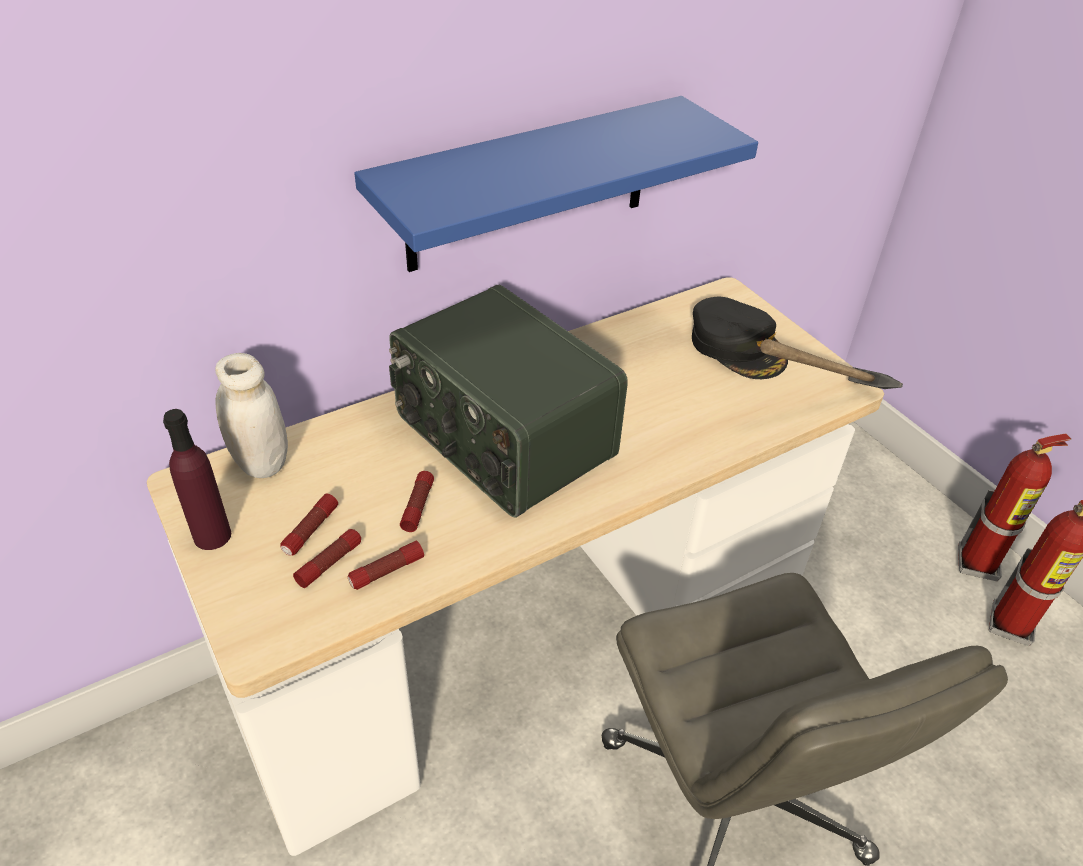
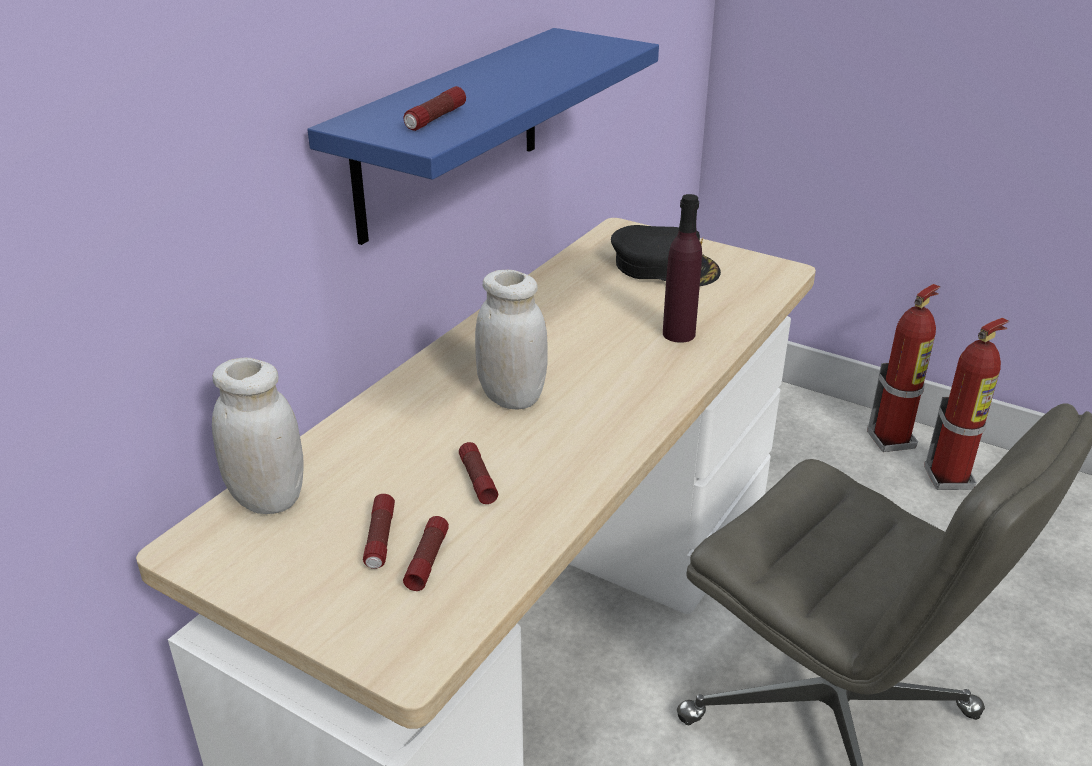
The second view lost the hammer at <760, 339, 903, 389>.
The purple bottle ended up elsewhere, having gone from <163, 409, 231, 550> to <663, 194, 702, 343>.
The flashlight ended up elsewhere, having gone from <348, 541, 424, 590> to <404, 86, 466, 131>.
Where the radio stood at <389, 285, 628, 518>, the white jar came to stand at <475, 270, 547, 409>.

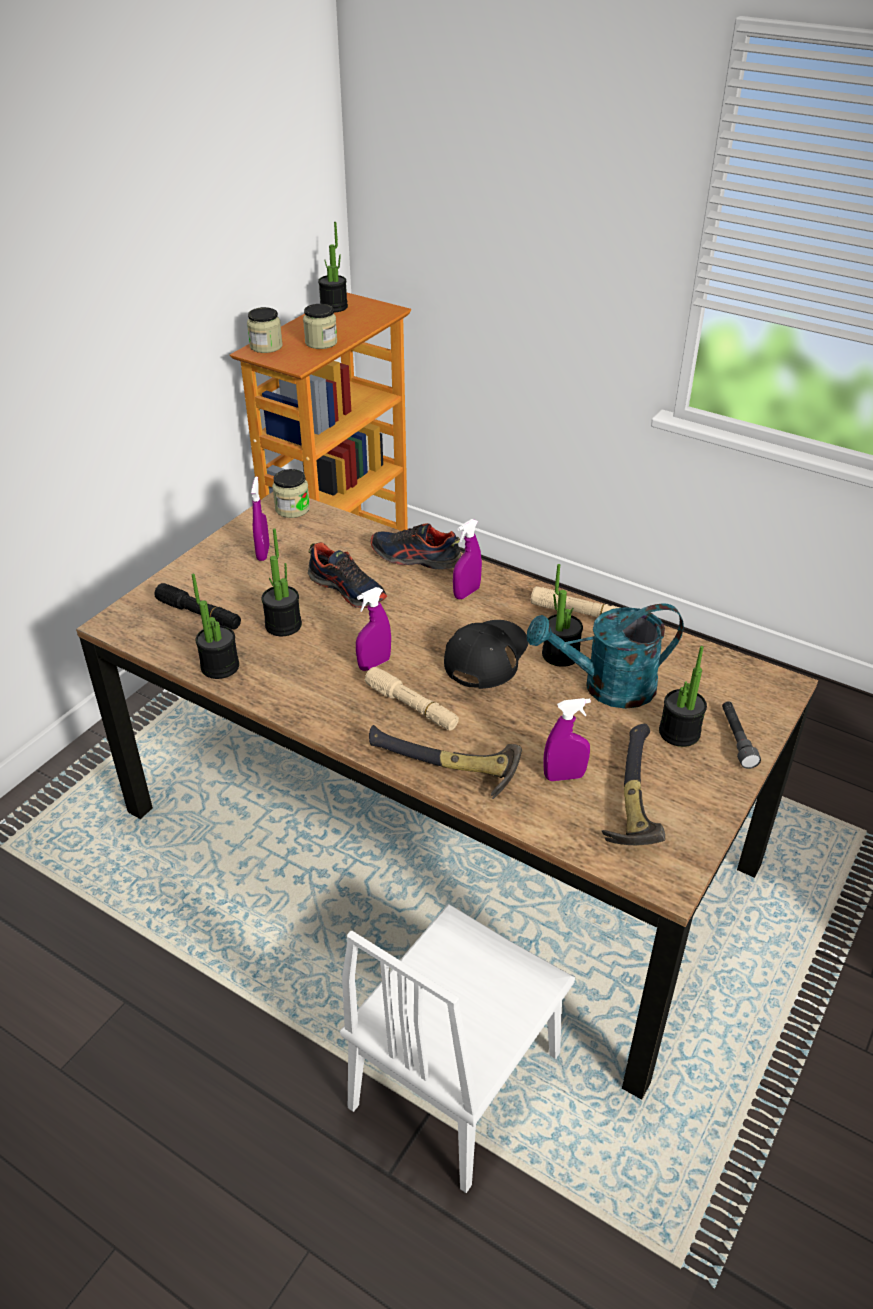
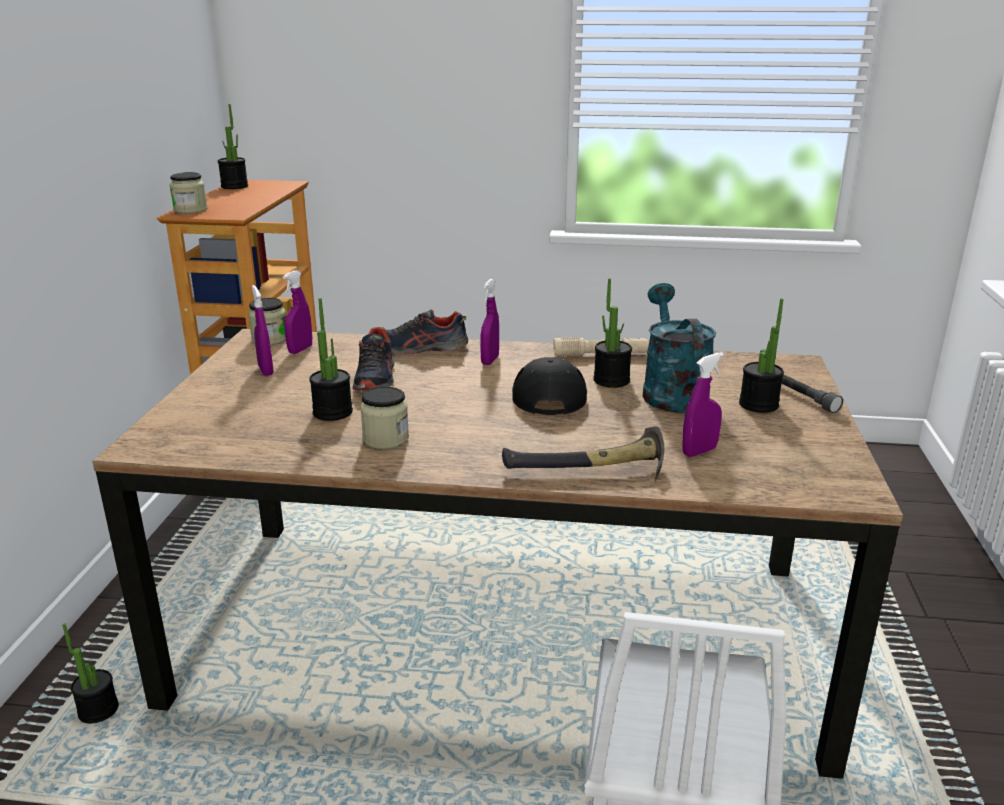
The second view lost the black flashlight at <154, 583, 241, 629>.
The second view lost the beige flashlight at <365, 667, 459, 730>.
The second view lost the hammer at <602, 724, 665, 845>.
The potted plant ended up elsewhere, having gone from <192, 574, 239, 679> to <62, 624, 119, 724>.
The jar ended up elsewhere, having gone from <303, 304, 337, 349> to <360, 386, 409, 449>.
The purple spray bottle ended up elsewhere, having gone from <356, 587, 391, 671> to <283, 270, 312, 354>.
The shoe at <308, 542, 387, 608> ended up facing another way, 75 degrees clockwise from before.
The turquoise watering can at <527, 603, 684, 709> ended up facing another way, 120 degrees clockwise from before.

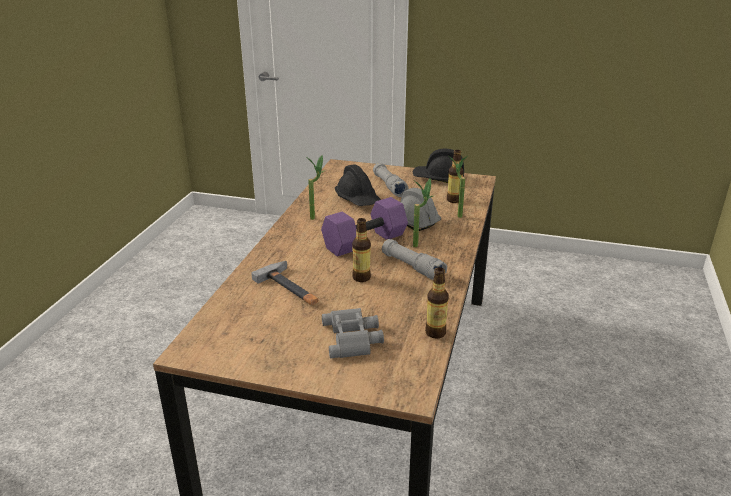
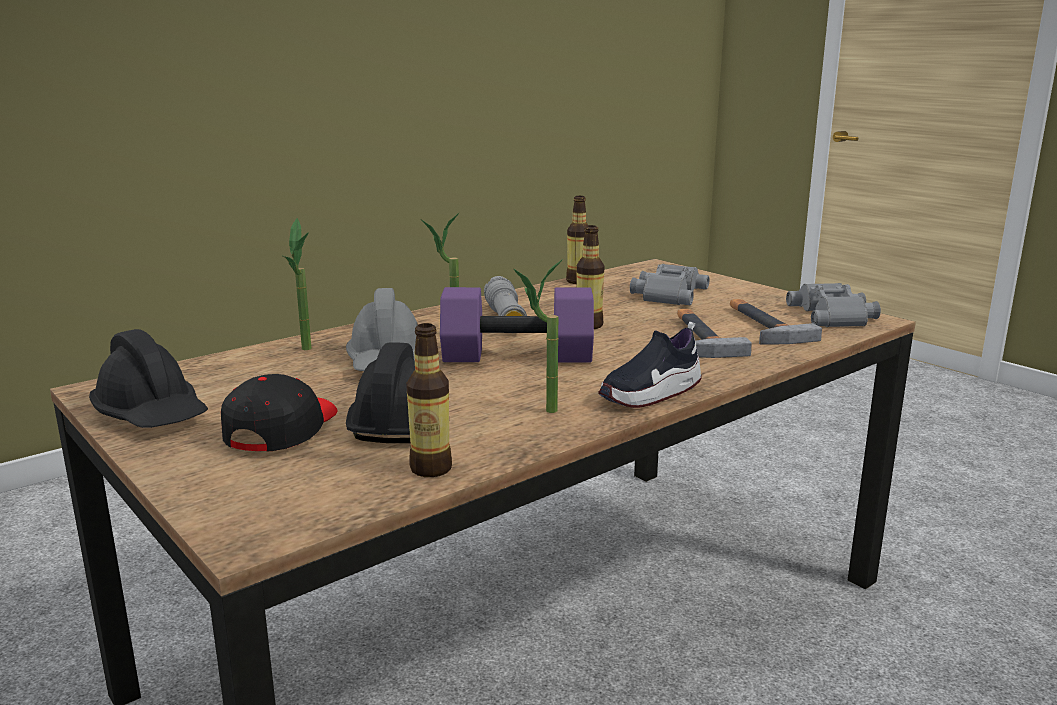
The second view gained the shoe at <598, 322, 702, 408>.
The second view gained the hammer at <730, 299, 822, 344>.
The second view gained the grey binoculars at <786, 283, 881, 327>.
The bottle ended up elsewhere, having gone from <447, 150, 463, 203> to <406, 323, 452, 477>.
Where the grey flashlight stood at <373, 163, 408, 197>, the black cap came to stand at <221, 374, 338, 452>.

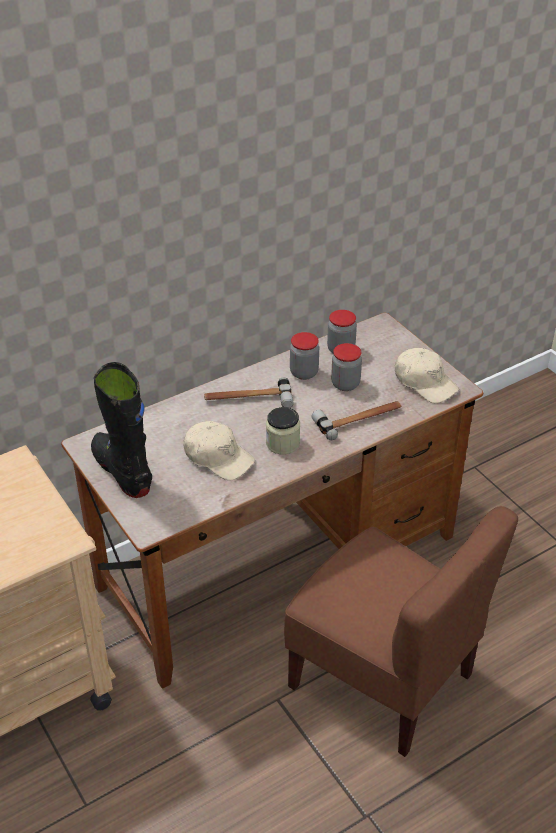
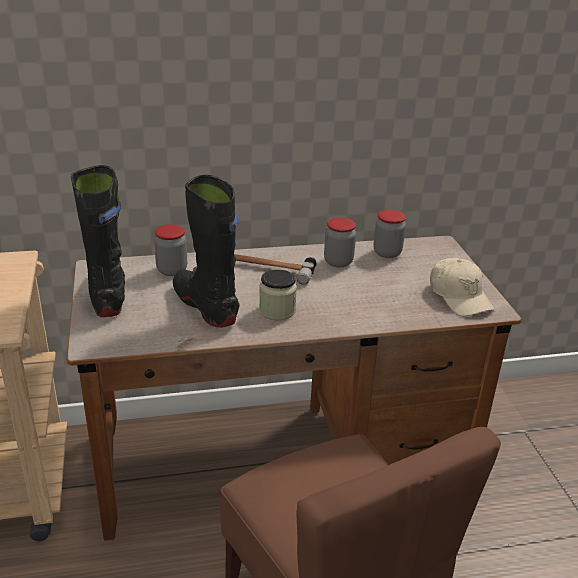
The second view lost the hammer at <312, 401, 402, 440>.
The jar ended up elsewhere, having gone from <331, 343, 362, 391> to <154, 224, 187, 276>.
Where the beige cap stood at <183, 421, 255, 480>, the black boot came to stand at <173, 175, 240, 328>.

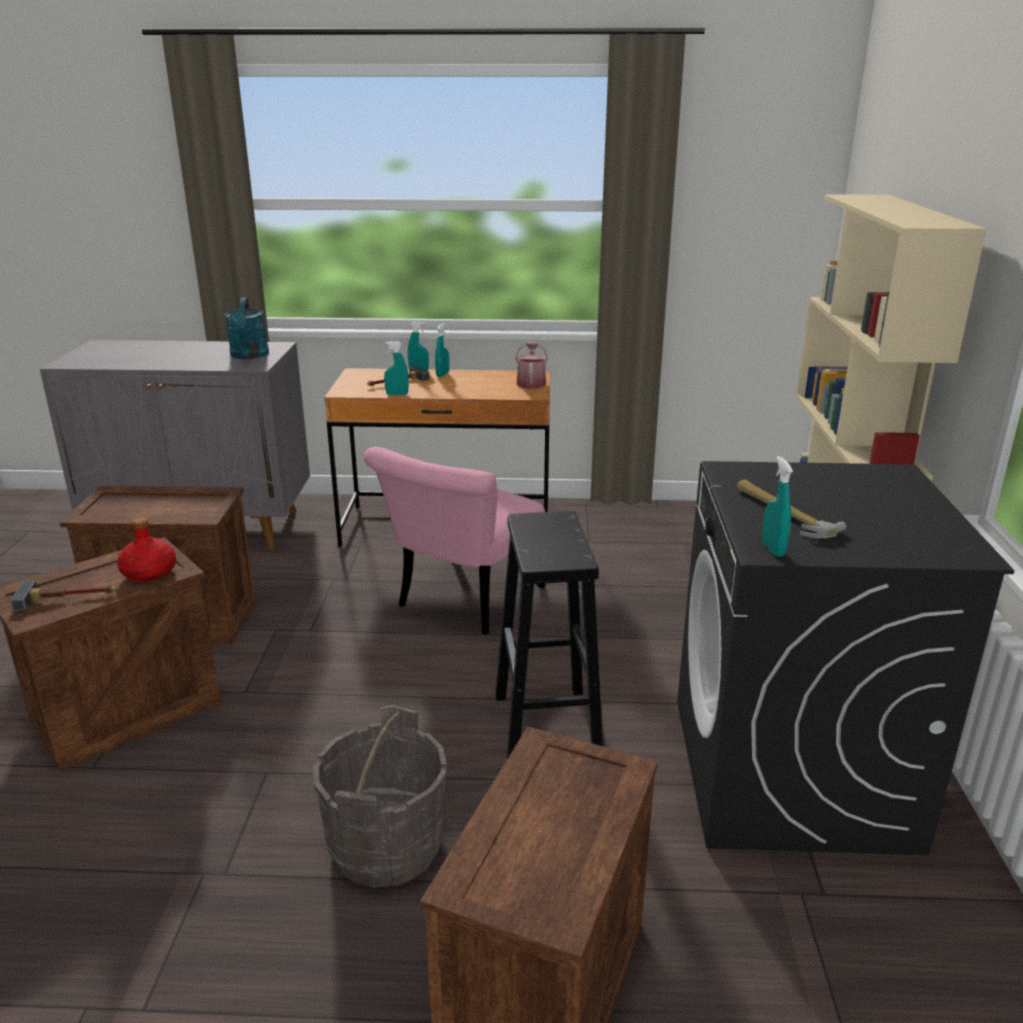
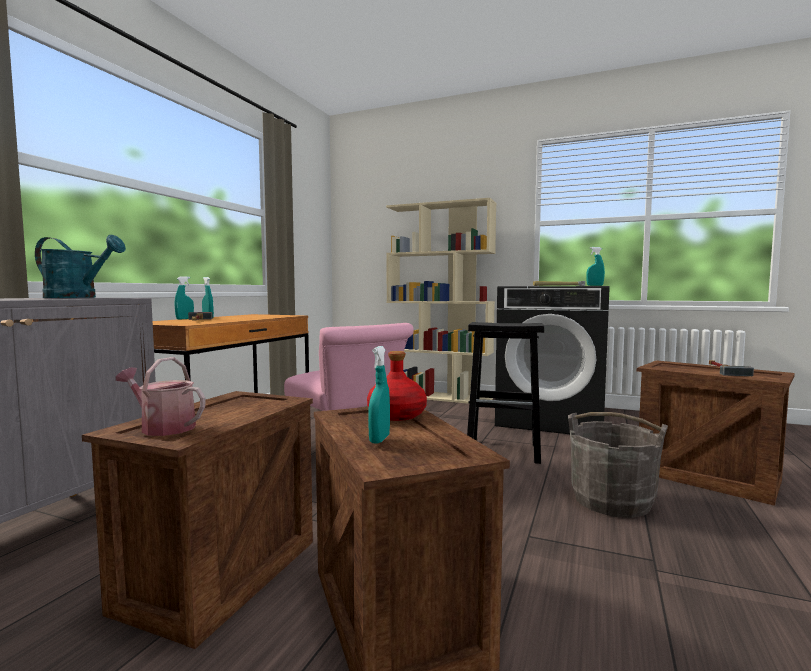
The hammer ended up elsewhere, having gone from <10, 580, 116, 611> to <709, 360, 754, 376>.
The turquoise spray bottle ended up elsewhere, having gone from <384, 341, 409, 395> to <368, 346, 390, 444>.
The watering can ended up elsewhere, having gone from <515, 342, 548, 389> to <116, 357, 205, 436>.

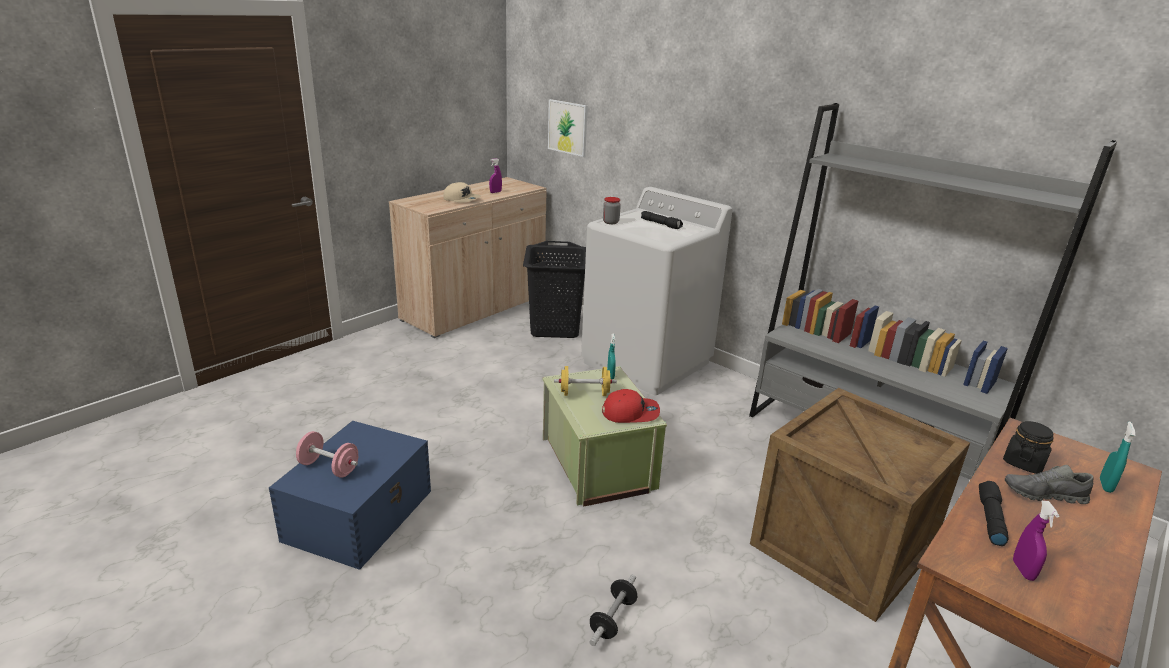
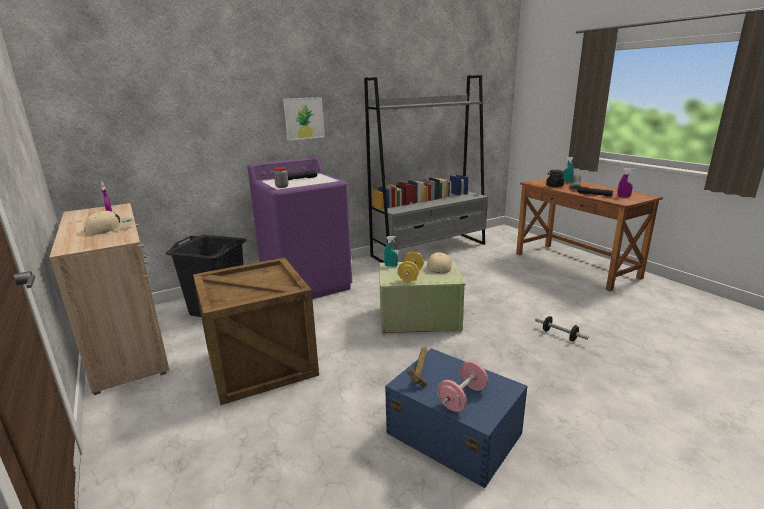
The second view gained the hammer at <407, 347, 427, 387>.
The picture ended up elsewhere, having gone from <548, 99, 588, 157> to <283, 97, 325, 141>.
The crate ended up elsewhere, having gone from <750, 388, 970, 622> to <193, 257, 319, 405>.
What was the white washing machine at <581, 187, 732, 395> turned into the purple washing machine at <247, 157, 352, 299>.
What was the red cap at <602, 389, 660, 423> turned into the beige cap at <427, 252, 453, 274>.

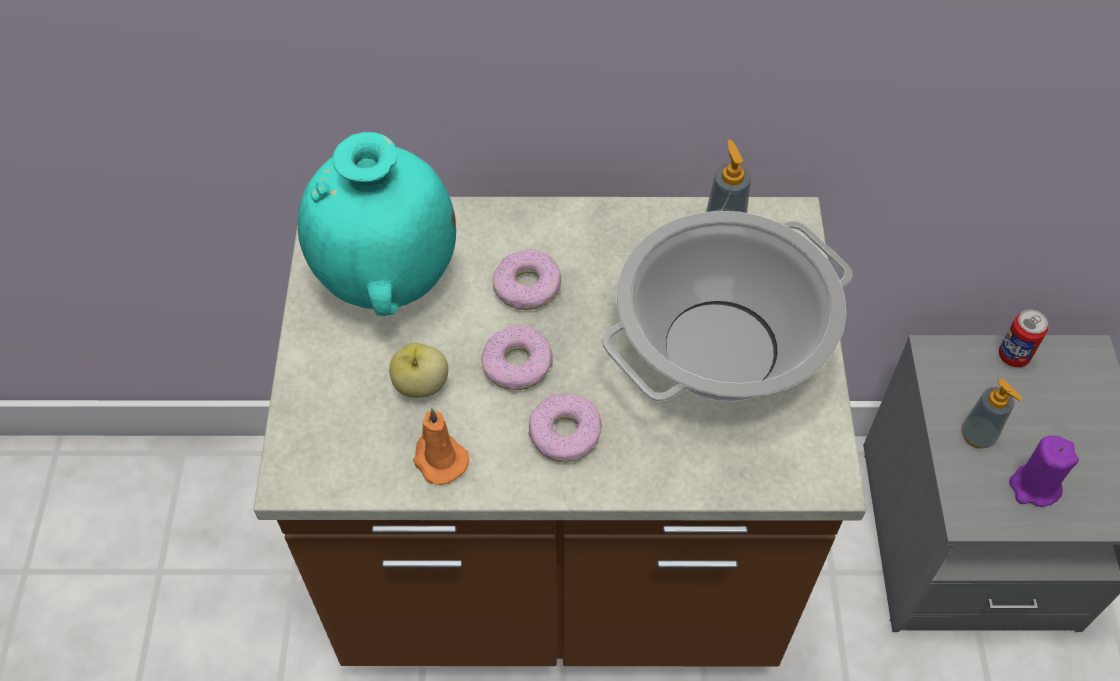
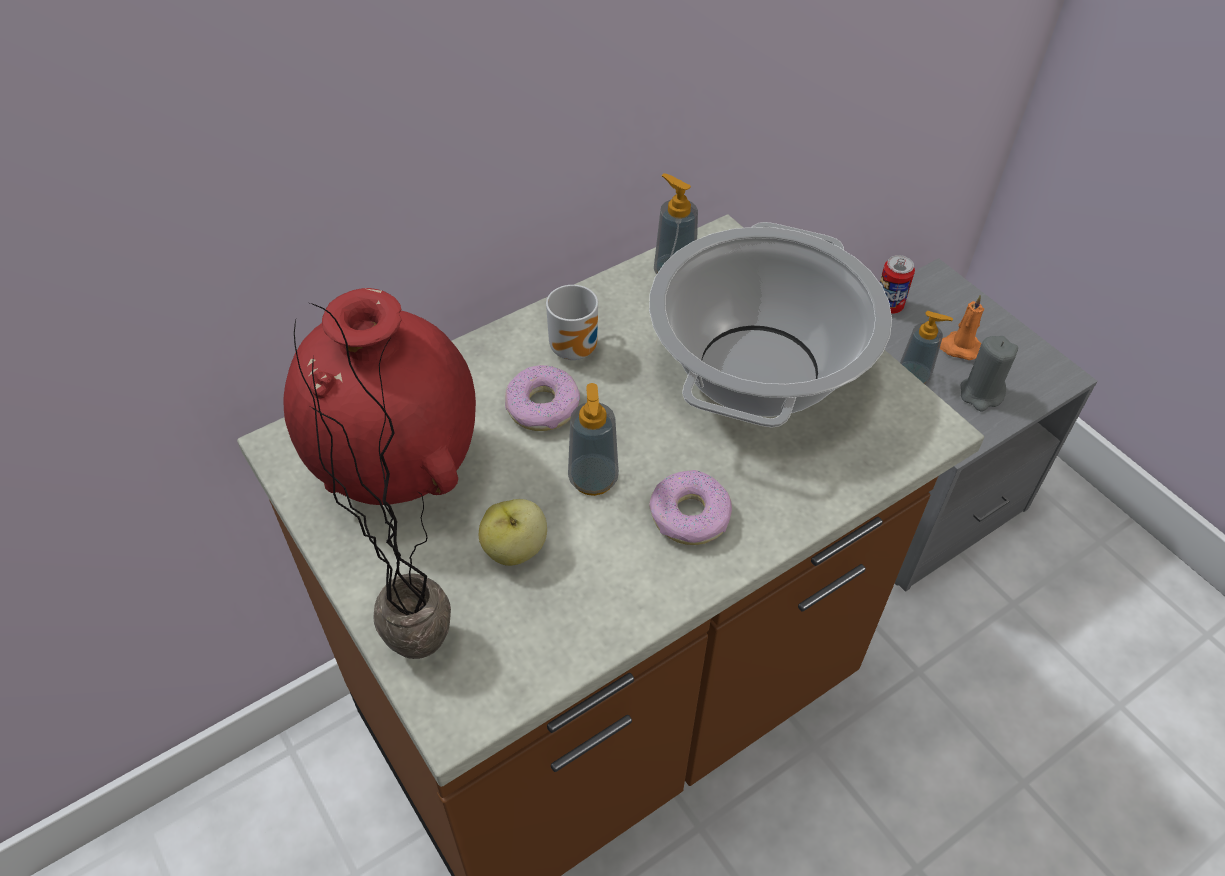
The second view gained the potted plant at <294, 302, 451, 659>.
The second view gained the mug at <546, 285, 598, 360>.
The orange candle ended up elsewhere, having gone from <413, 409, 469, 485> to <940, 295, 984, 360>.
Where the donut stood at <481, 325, 553, 390>, the soap dispenser came to stand at <568, 383, 619, 496>.
What was the turquoise vase at <298, 132, 456, 316> turned into the red vase at <284, 288, 476, 505>.
What was the purple candle at <1009, 435, 1079, 507> turned into the grey candle at <961, 336, 1018, 411>.

